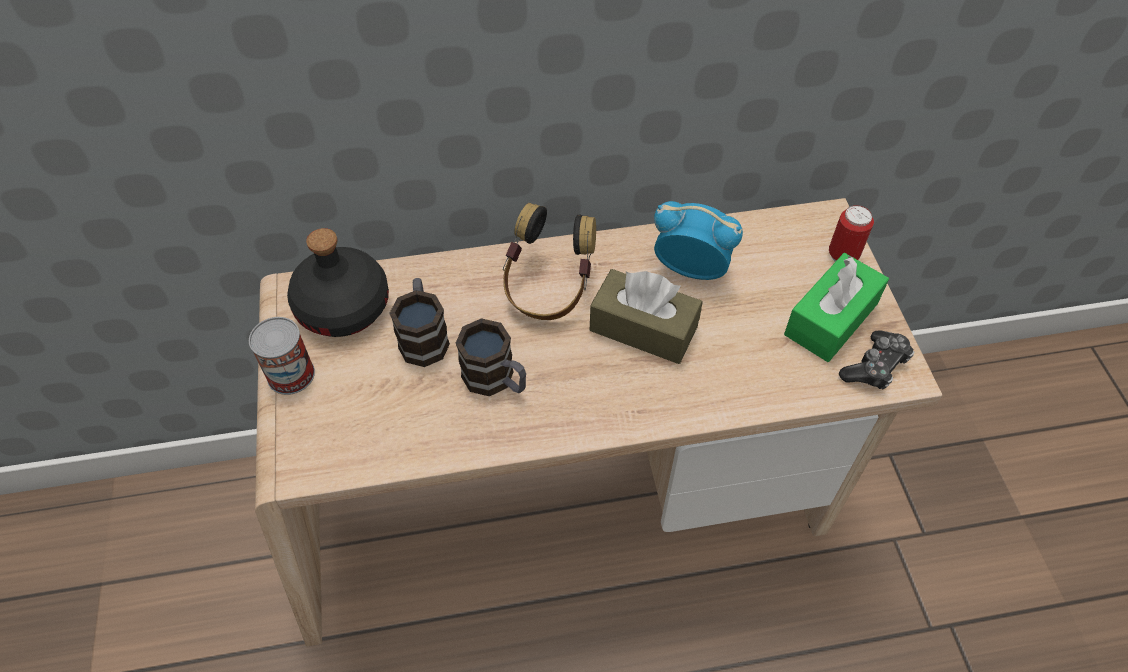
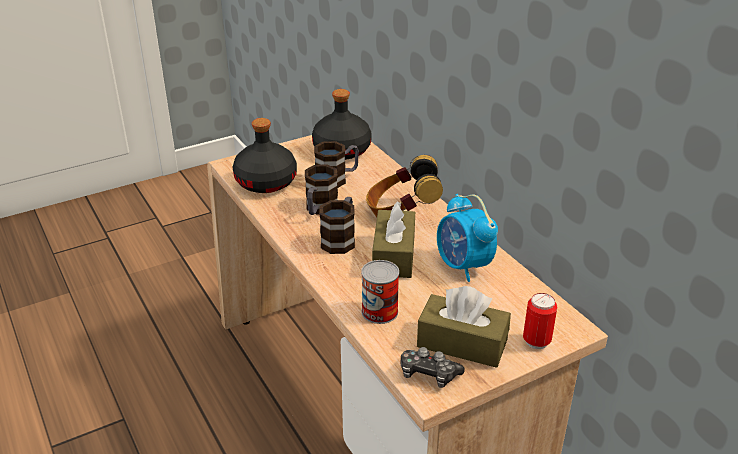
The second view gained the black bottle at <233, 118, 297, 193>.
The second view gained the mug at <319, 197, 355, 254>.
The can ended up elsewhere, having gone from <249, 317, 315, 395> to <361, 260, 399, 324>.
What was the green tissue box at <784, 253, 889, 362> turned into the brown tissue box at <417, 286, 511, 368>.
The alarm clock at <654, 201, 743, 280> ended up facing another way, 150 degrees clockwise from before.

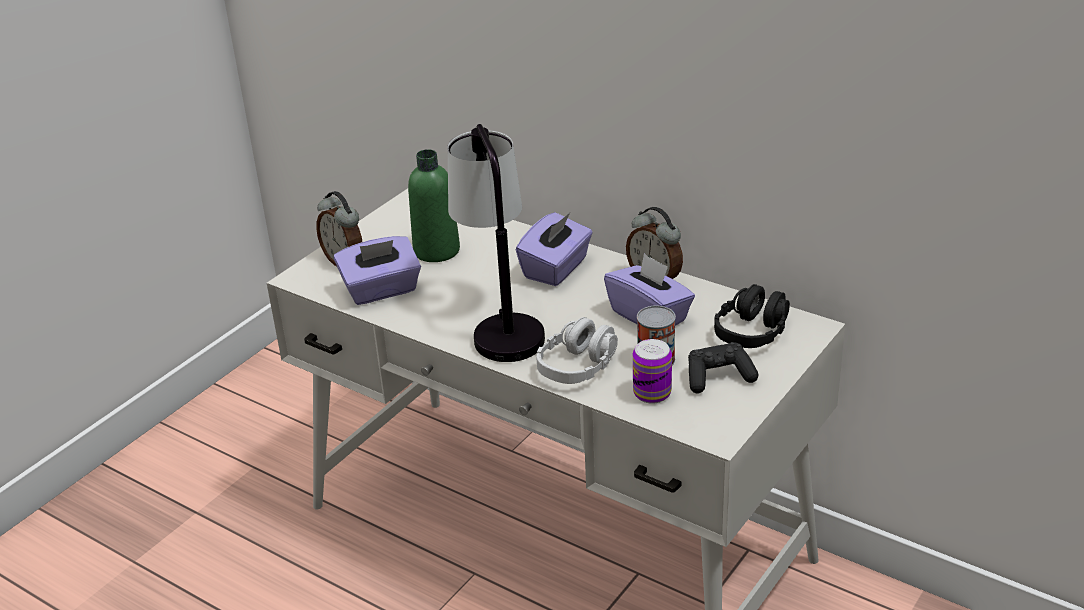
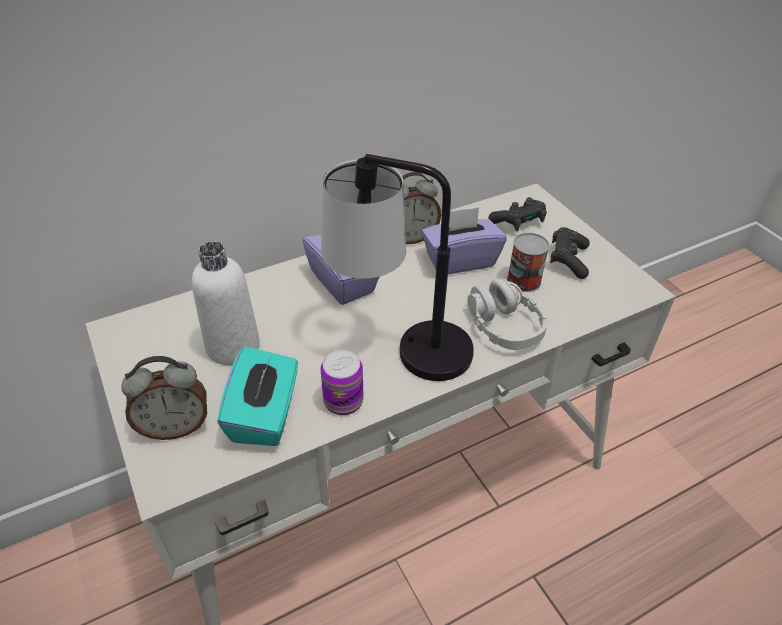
The can ended up elsewhere, having gone from <633, 339, 672, 404> to <321, 350, 364, 415>.
Where the black headphones stood at <714, 284, 790, 348>, the black game controller came to stand at <488, 197, 547, 231>.
What was the purple tissue box at <334, 236, 421, 305> turned into the turquoise tissue box at <217, 347, 298, 446>.
What was the green bottle at <408, 149, 460, 262> turned into the white bottle at <192, 241, 260, 365>.

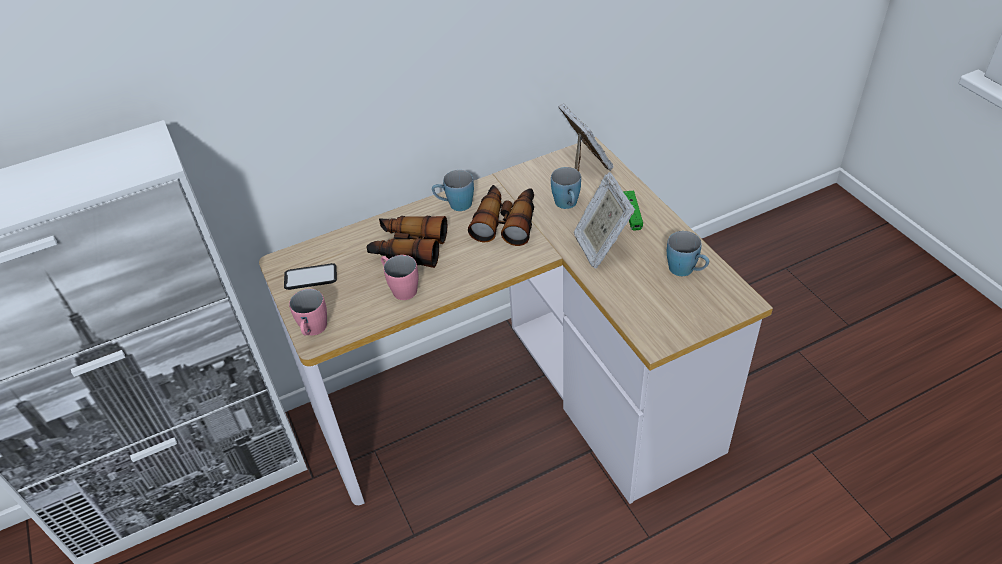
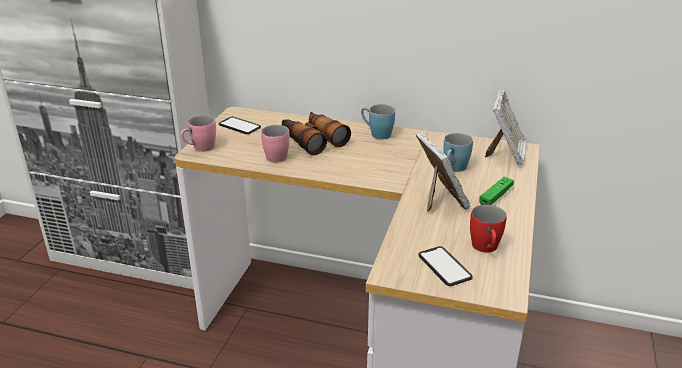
The second view lost the binoculars at <468, 185, 534, 246>.
The second view gained the phone at <419, 246, 473, 286>.
What was the blue mug at <667, 231, 709, 276> turned into the red mug at <470, 205, 507, 253>.
The picture frame at <574, 172, 635, 269> ended up facing another way, 135 degrees clockwise from before.

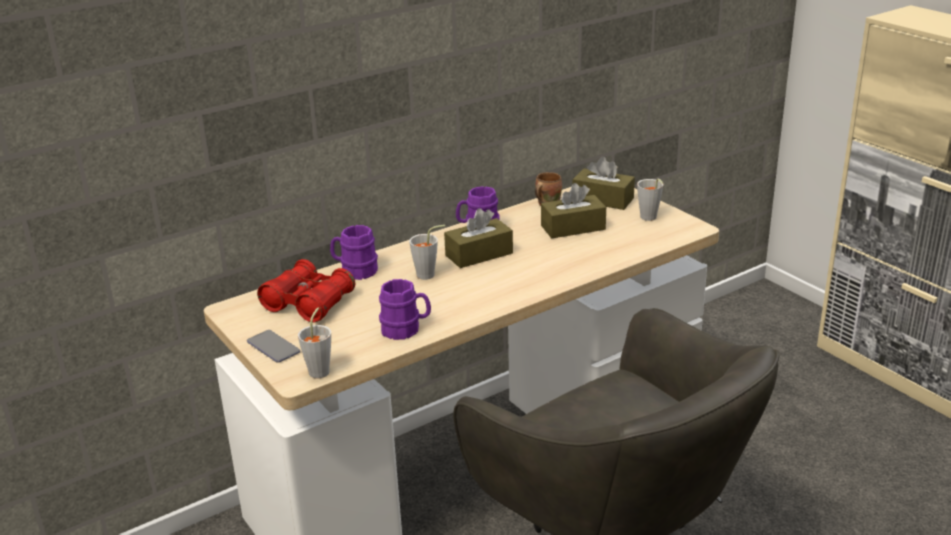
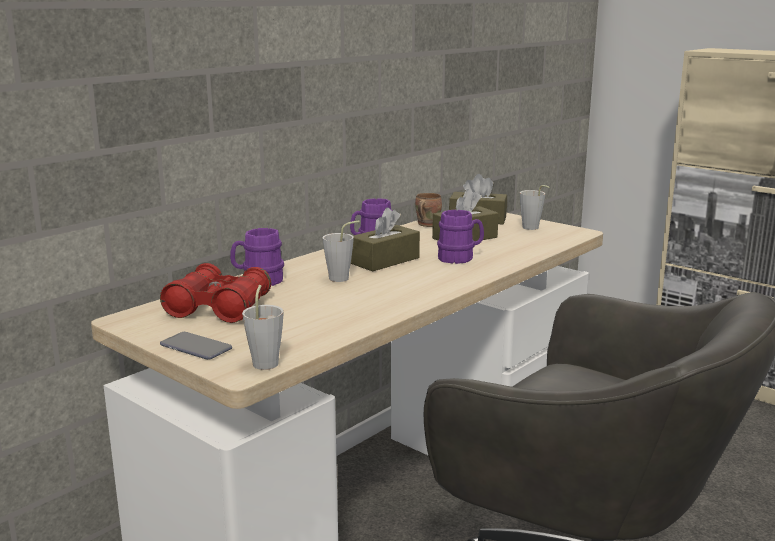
The purple mug ended up elsewhere, having gone from <379, 279, 431, 340> to <437, 210, 484, 264>.

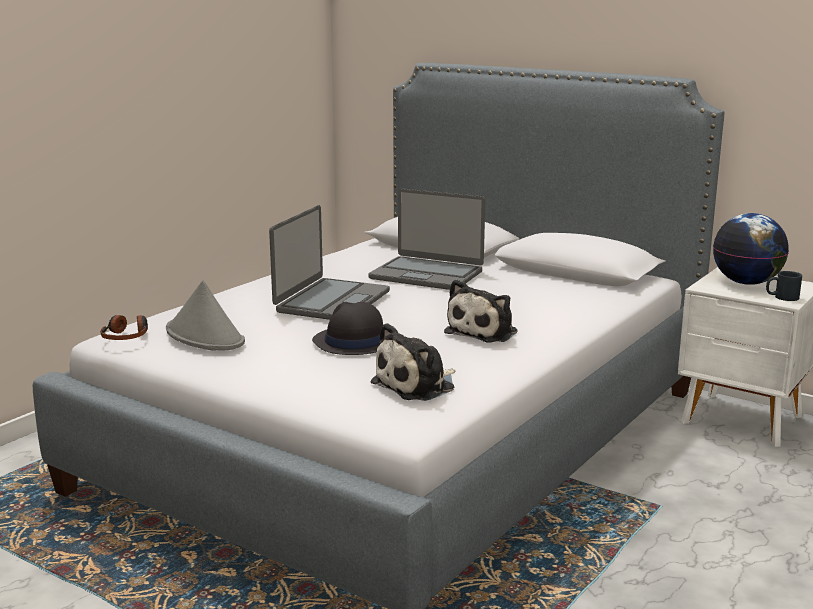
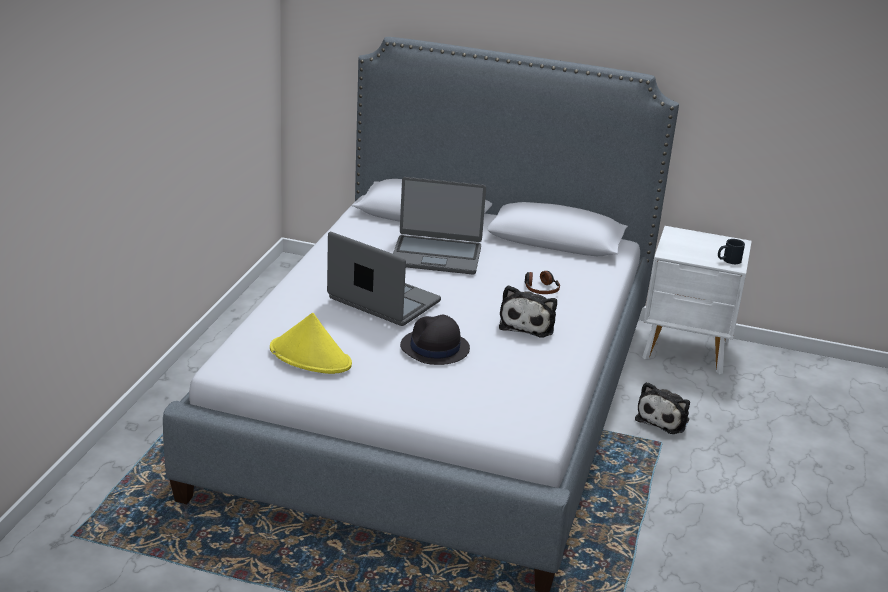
The second view lost the globe at <713, 213, 789, 285>.
The headphones ended up elsewhere, having gone from <100, 315, 148, 340> to <525, 271, 560, 294>.
The plush toy ended up elsewhere, having gone from <370, 323, 455, 401> to <635, 382, 690, 434>.
What was the grey hat at <166, 280, 245, 351> turned into the yellow hat at <270, 313, 352, 374>.
The laptop at <269, 205, 390, 320> ended up facing another way, 60 degrees counterclockwise from before.

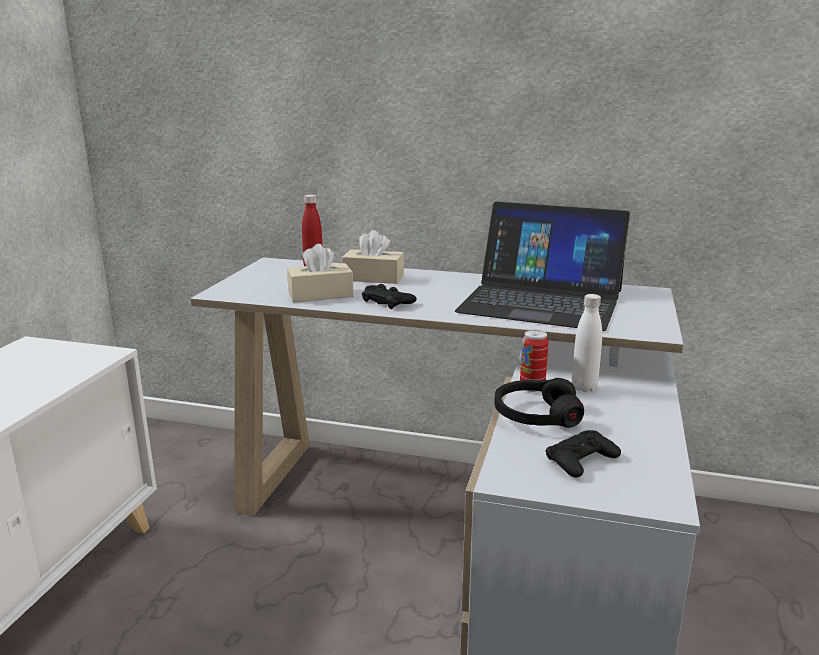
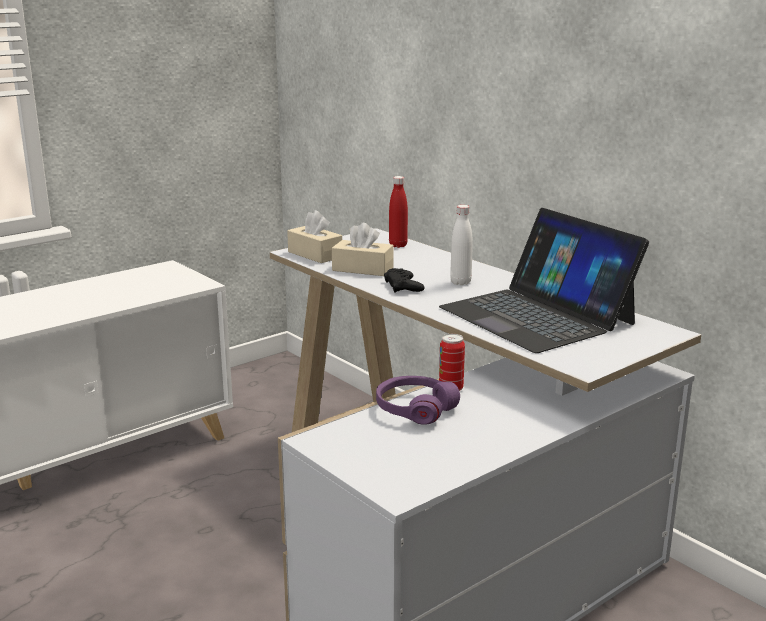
The second view lost the black game controller at <546, 430, 621, 478>.
The beige tissue box ended up elsewhere, having gone from <342, 230, 404, 284> to <287, 210, 342, 263>.
The white bottle ended up elsewhere, having gone from <572, 294, 602, 392> to <450, 205, 473, 285>.
What was the black headphones at <495, 378, 584, 428> turned into the purple headphones at <376, 376, 460, 425>.

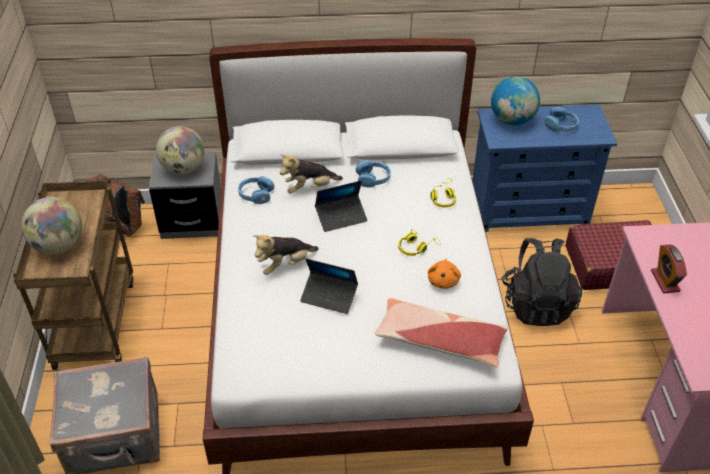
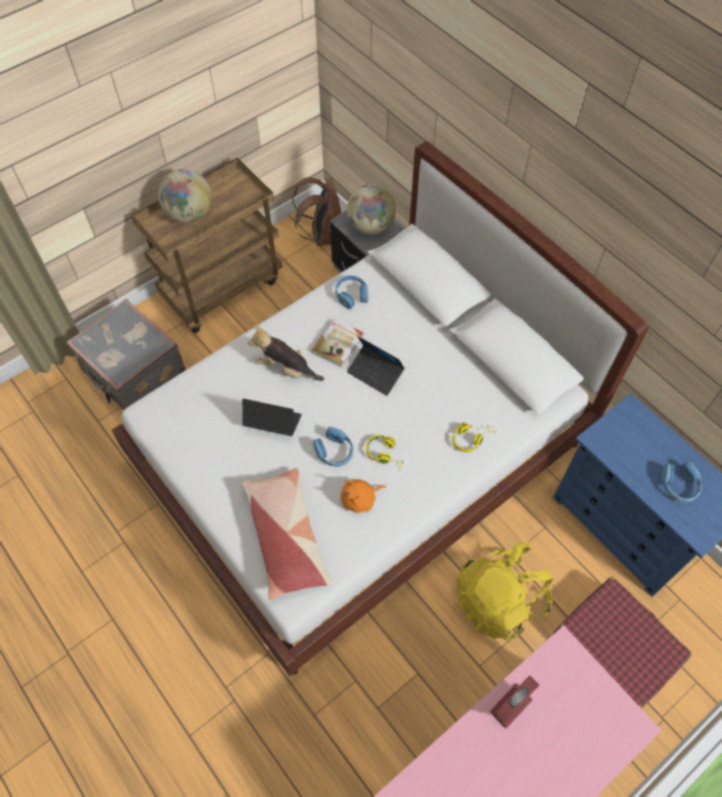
The second view lost the plush toy at <280, 154, 343, 194>.
The second view lost the globe at <491, 76, 540, 125>.
The second view gained the book at <311, 319, 364, 368>.
The blue headphones ended up elsewhere, having gone from <356, 160, 391, 187> to <313, 427, 354, 467>.
What was the black backpack at <501, 238, 582, 326> turned into the yellow backpack at <457, 542, 553, 641>.
The laptop at <300, 259, 358, 314> ended up facing another way, 120 degrees clockwise from before.

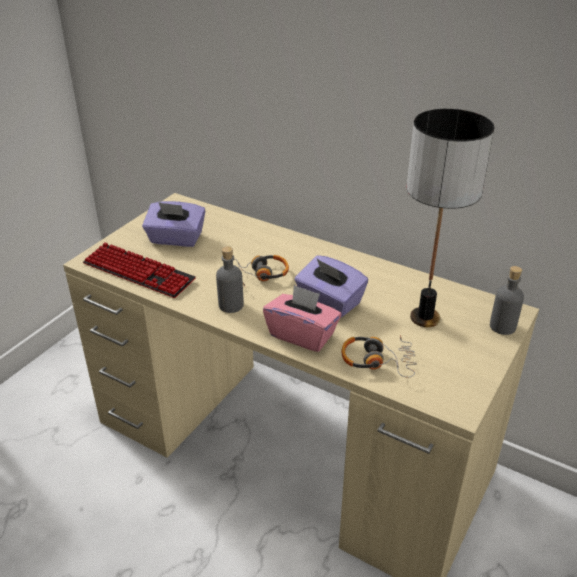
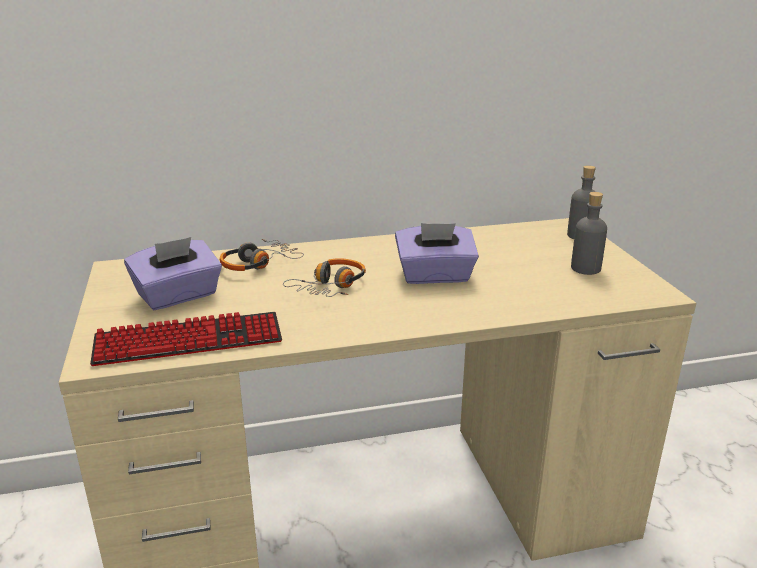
The second view lost the pink tissue box at <263, 285, 341, 352>.
The second view lost the table lamp at <407, 109, 494, 327>.
The grey bottle ended up elsewhere, having gone from <216, 246, 244, 313> to <571, 192, 607, 275>.
The headphones ended up elsewhere, having gone from <342, 335, 417, 378> to <220, 239, 304, 271>.

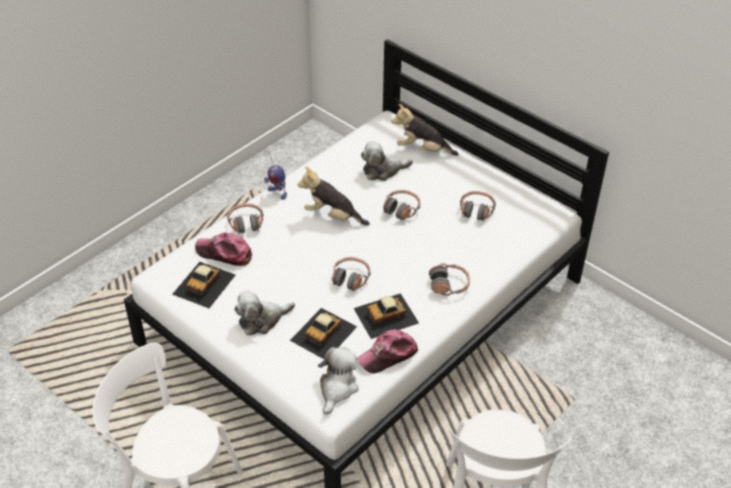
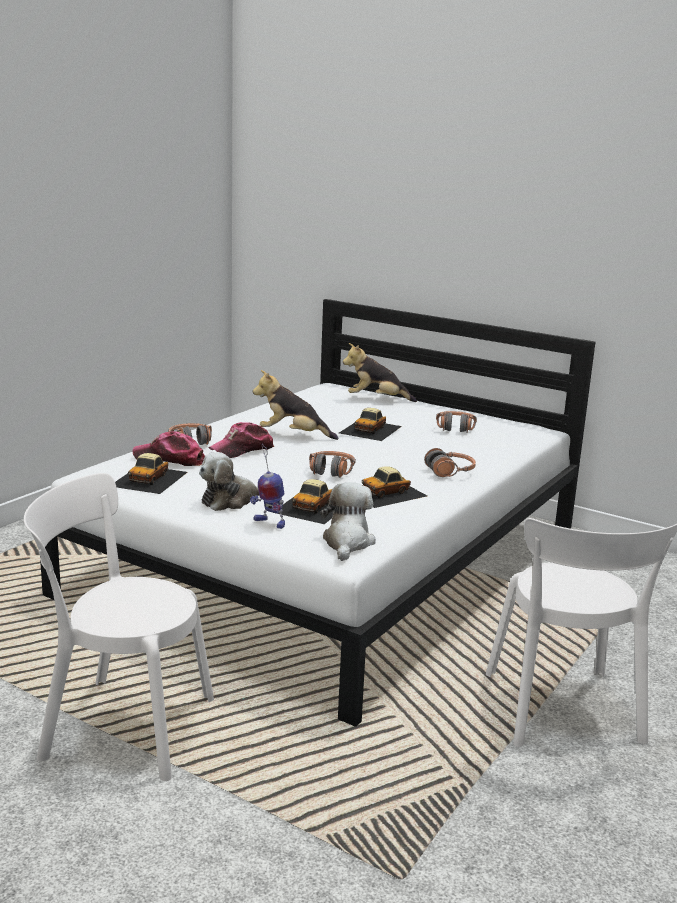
The second view lost the plush toy at <361, 141, 413, 181>.
The toy robot ended up elsewhere, having gone from <264, 151, 287, 200> to <250, 444, 285, 529>.
The cap ended up elsewhere, having gone from <357, 330, 418, 374> to <209, 422, 275, 458>.
Where the headphones stood at <383, 190, 420, 220>, the toy car came to stand at <339, 408, 402, 441>.

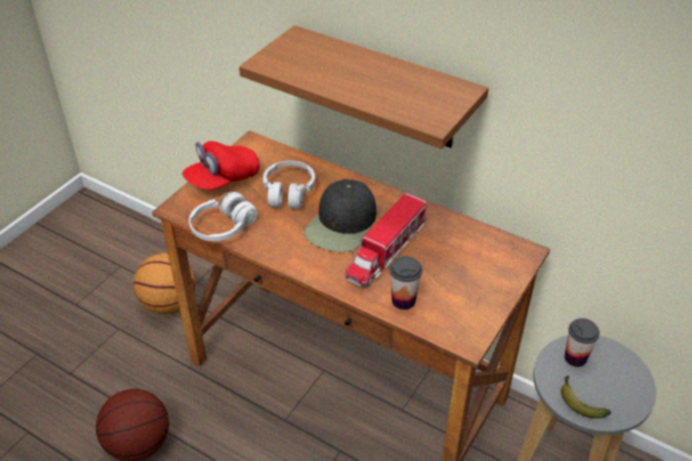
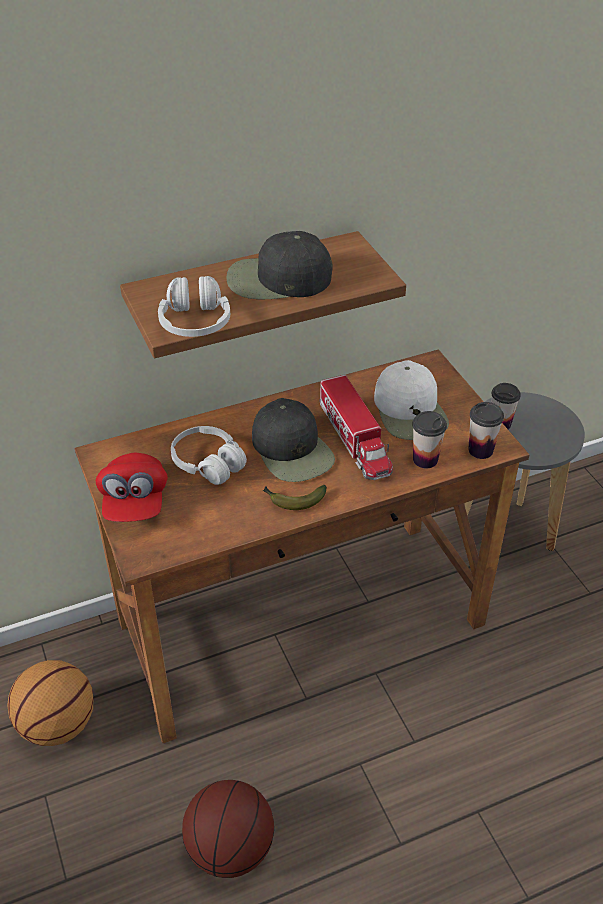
The second view gained the black cap at <227, 231, 332, 299>.
The second view gained the white cap at <374, 360, 449, 440>.
The second view gained the cup at <468, 402, 504, 459>.
The white headphones ended up elsewhere, having gone from <189, 192, 257, 241> to <158, 276, 230, 337>.
The banana ended up elsewhere, having gone from <561, 376, 611, 418> to <263, 485, 327, 510>.

